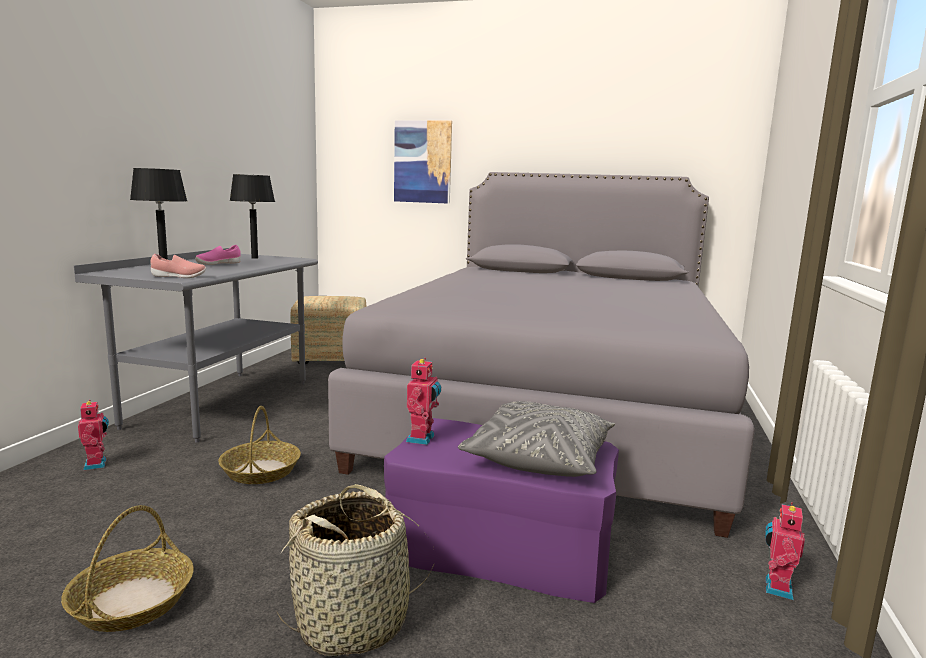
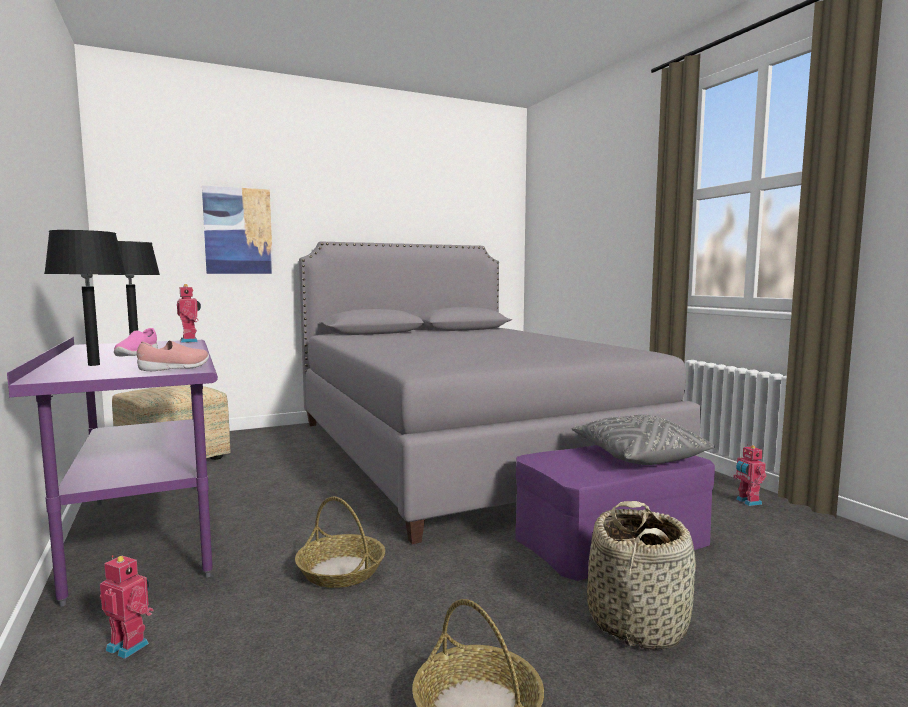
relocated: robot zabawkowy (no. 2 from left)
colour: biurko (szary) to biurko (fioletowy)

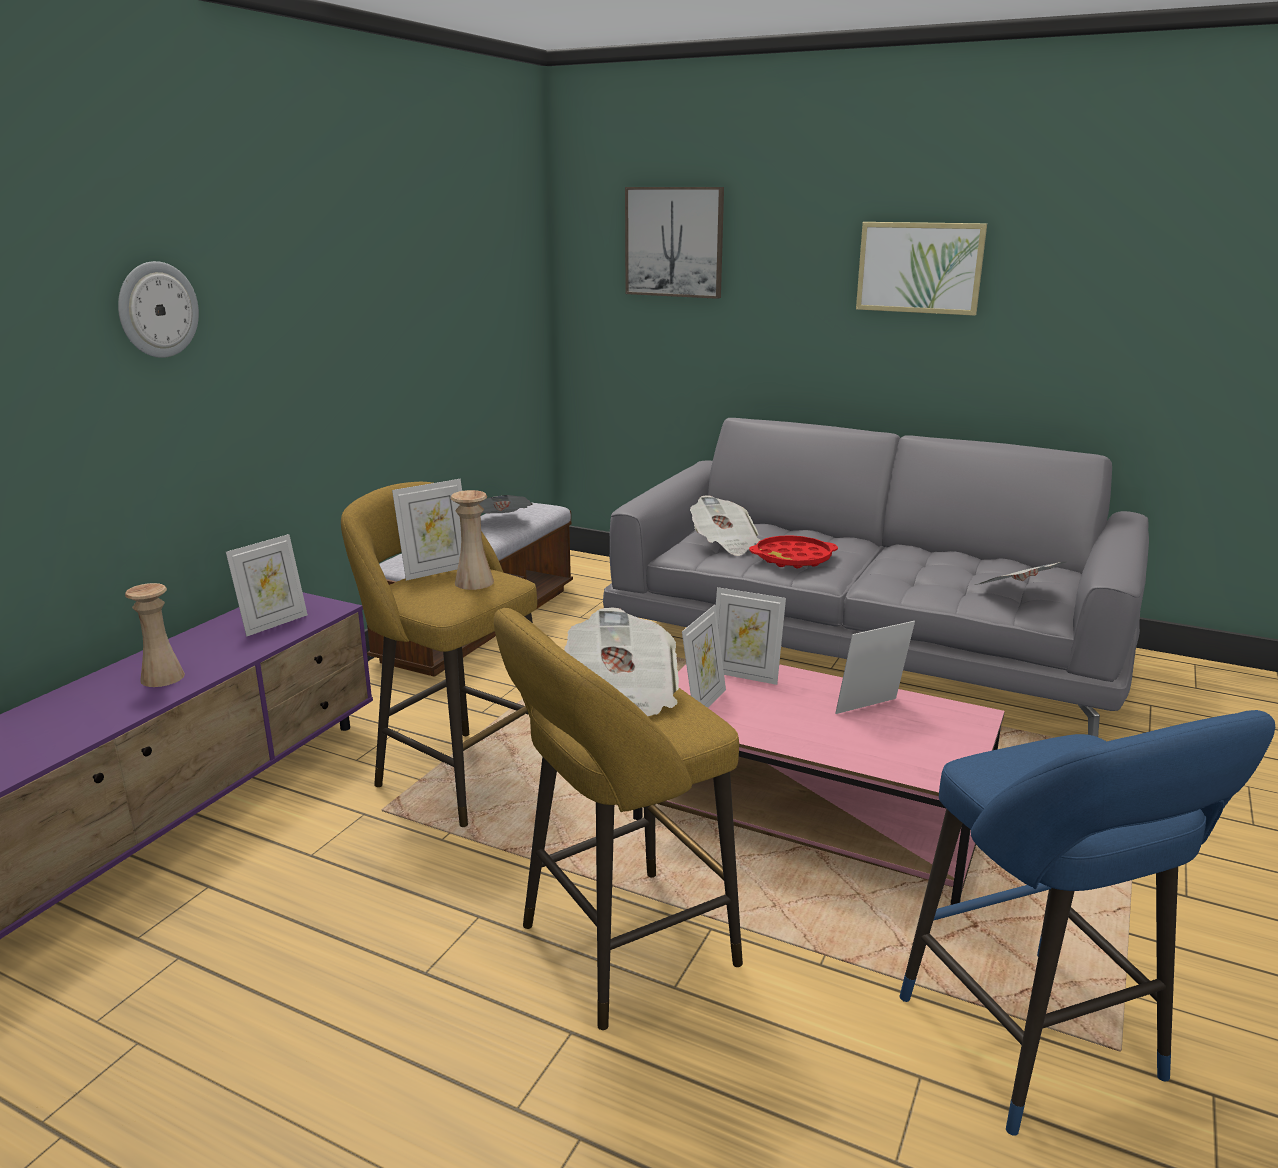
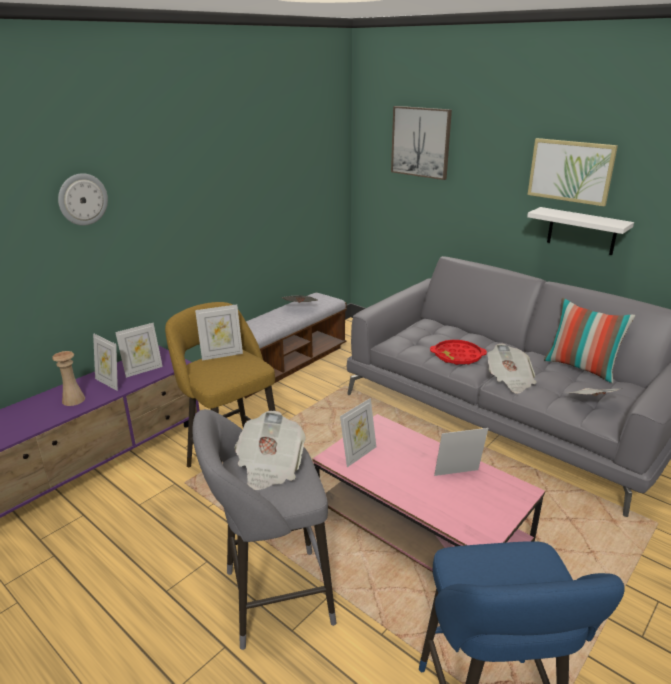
missing: wazon (beżowy) (no. 2 from left)
appeared: półka (biały); poduszka
relocated: ramka na zdjęcie (no. 4 from left in the first image) to ramka na zdjęcie (no. 1 from left); gazeta (no. 3 from left)
colour: stołek (żółty) (no. 2 from left) to stołek (szary)

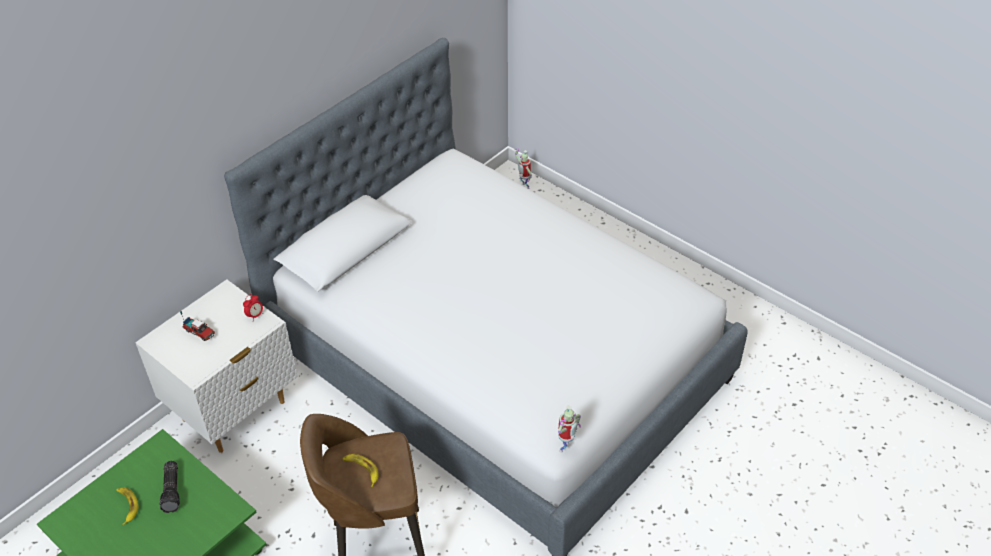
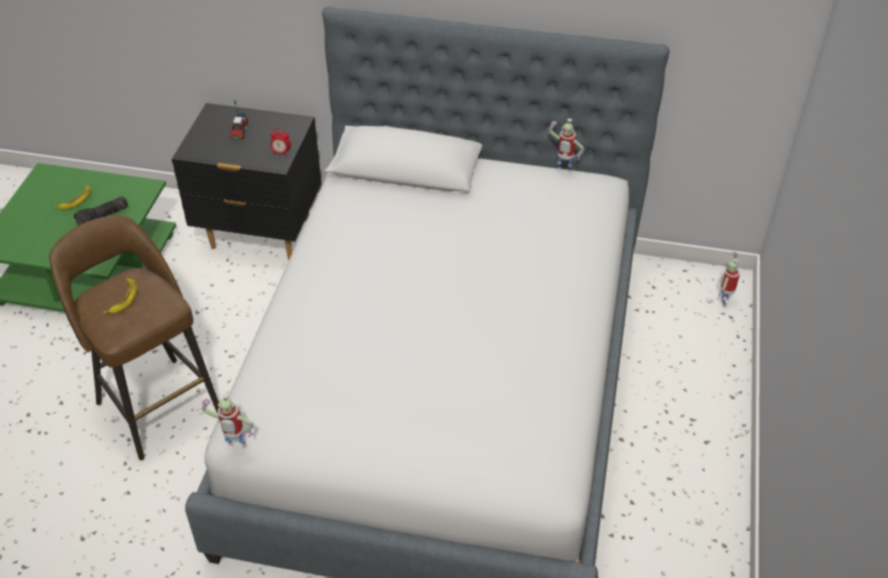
appeared: robot zabawkowy (no. 2 from left)
colour: szafka nocna (biały) to szafka nocna (czarny)

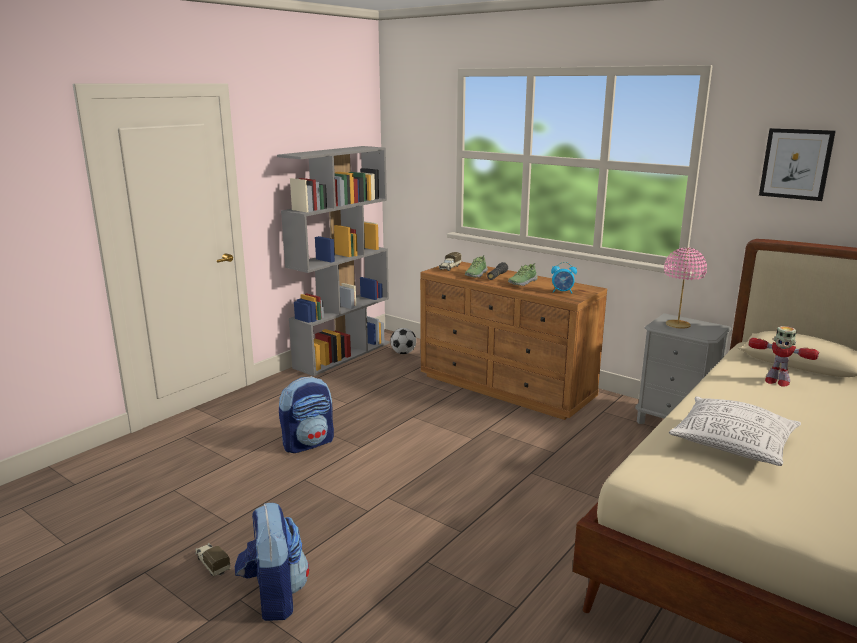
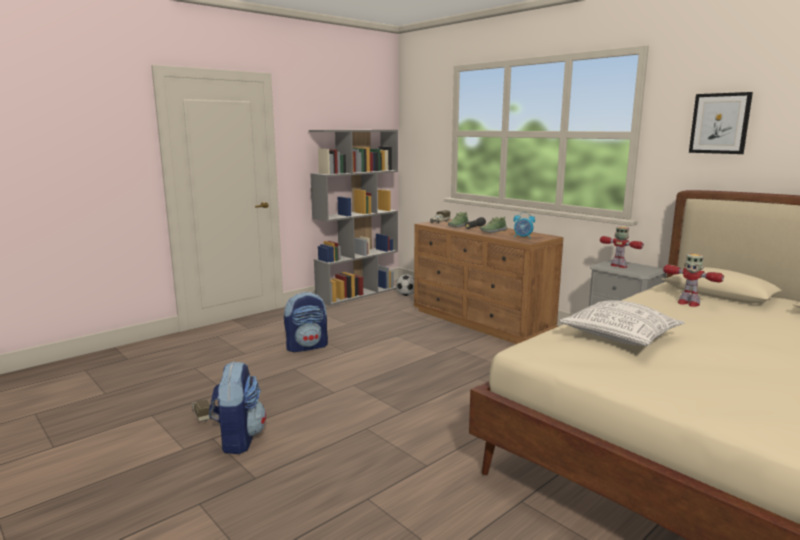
exchanged: lampa stołowa (różowy) to robot zabawkowy (no. 1 from left)

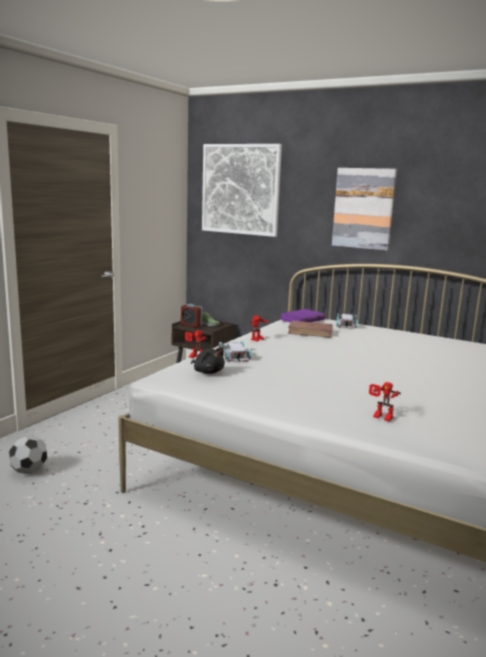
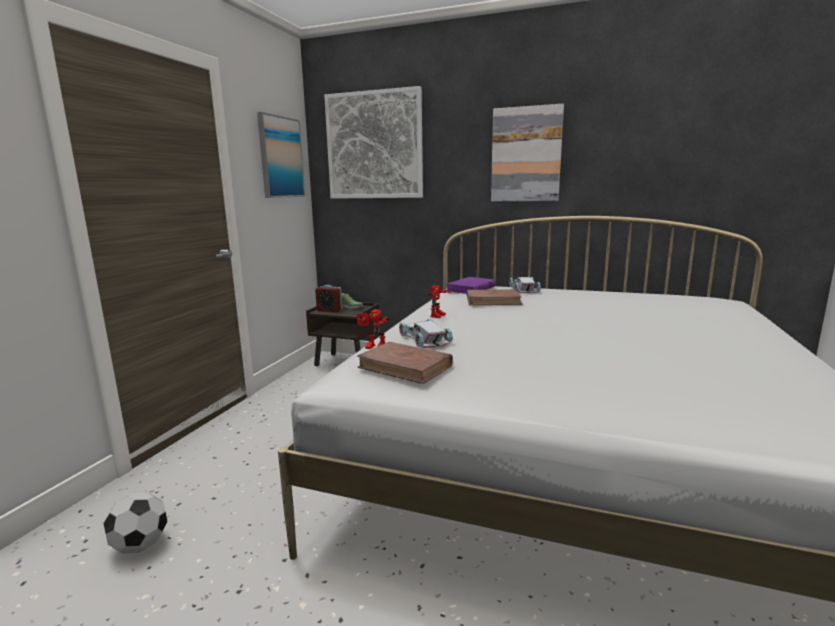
missing: robot zabawkowy (no. 3 from left)
appeared: obraz (no. 1 from left)
exchanged: pluszak (czarny) to książka (brązowy) (no. 1 from left)

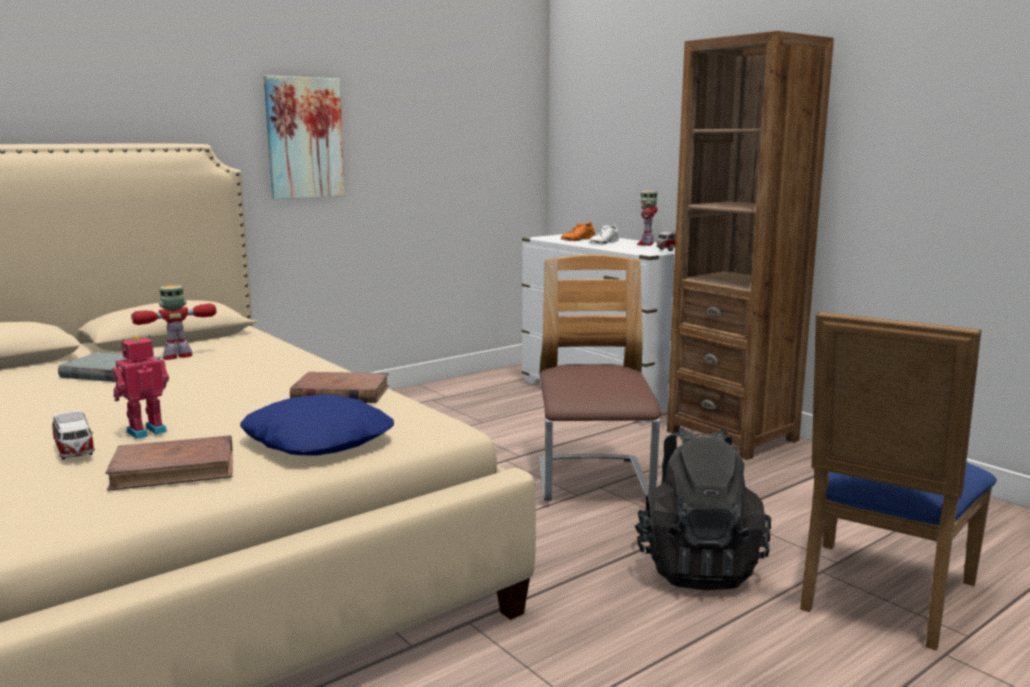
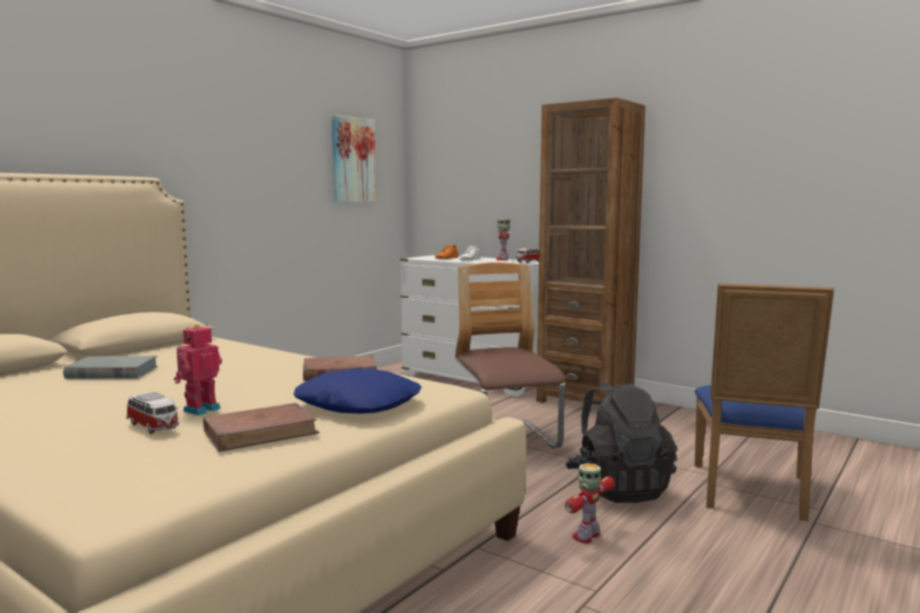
relocated: obraz; robot zabawkowy (no. 2 from left in the first image) to robot zabawkowy (no. 3 from left)

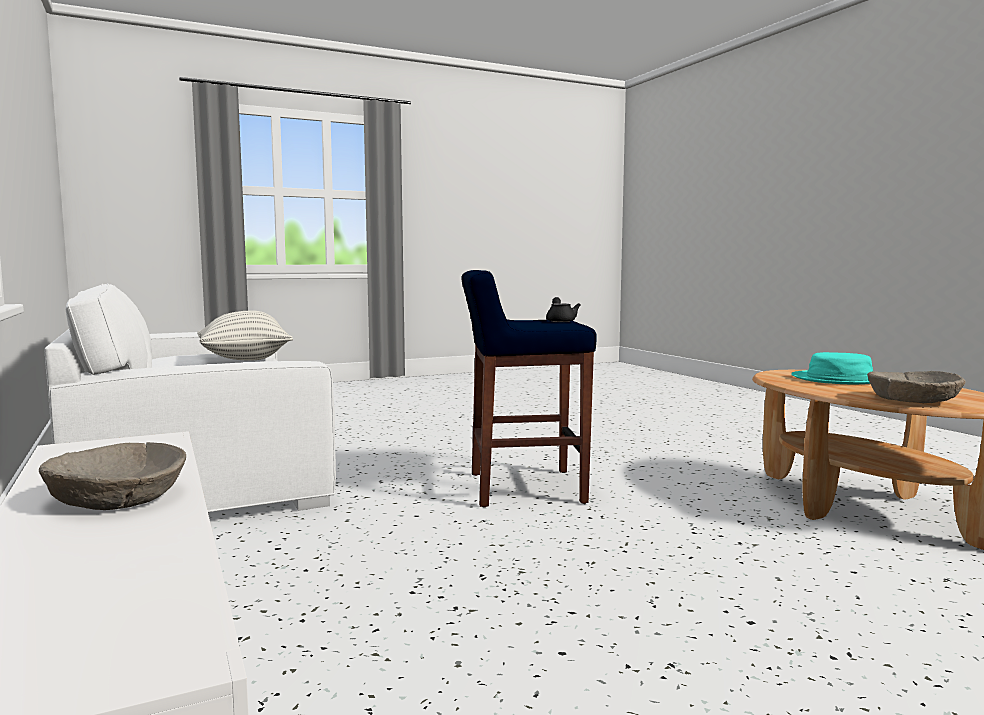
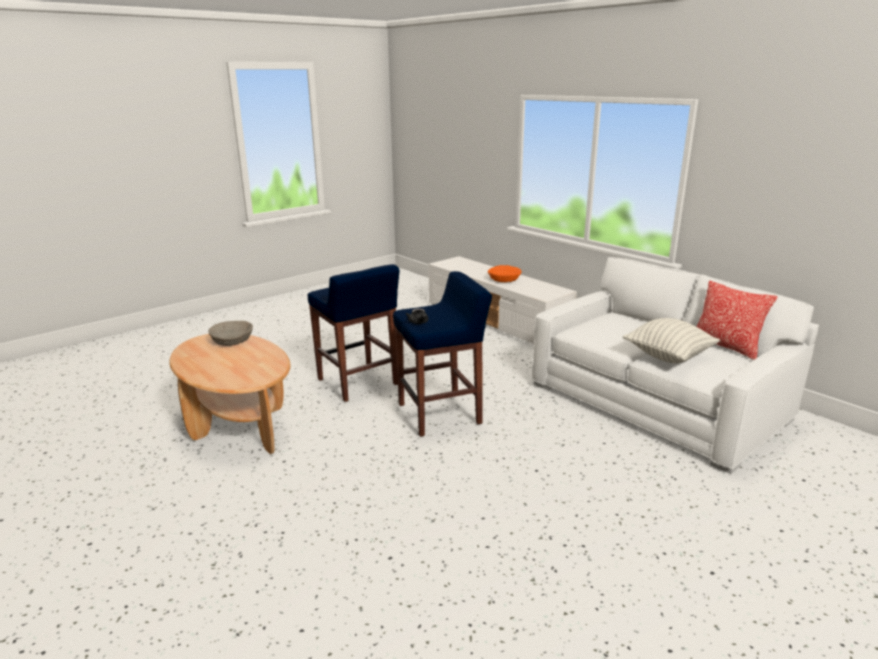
missing: kapelusz (turkusowy)
appeared: stołek (niebieski) (no. 1 from left); poduszka (no. 2 from left)
colour: miska (beżowy) (no. 1 from left) to miska (pomarańczowy)

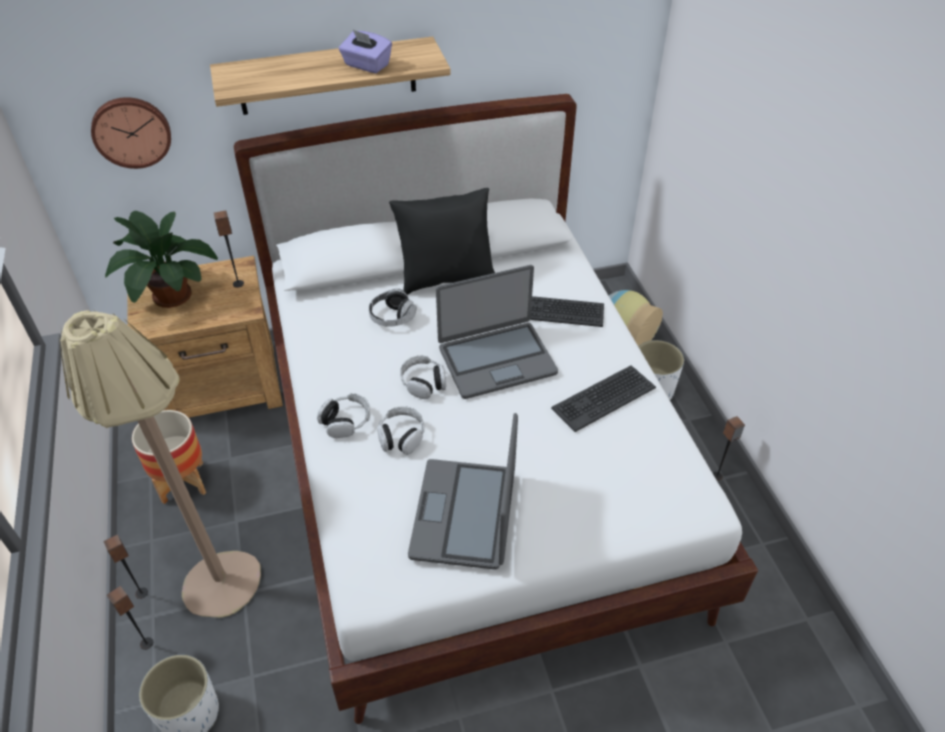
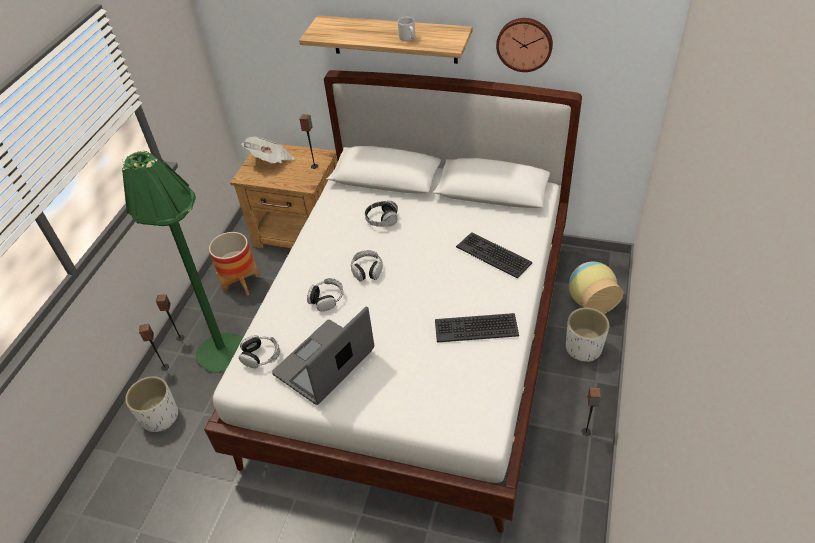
missing: poduszka (czarny); laptop (no. 2 from left)
relocated: słuchawki (no. 1 from left); zegar ścienny
exchanged: roślina doniczkowa to gazeta; pudełko chusteczek (fioletowy) to kubek (szary)
colour: lampa stojąca (beżowy) to lampa stojąca (zielony)

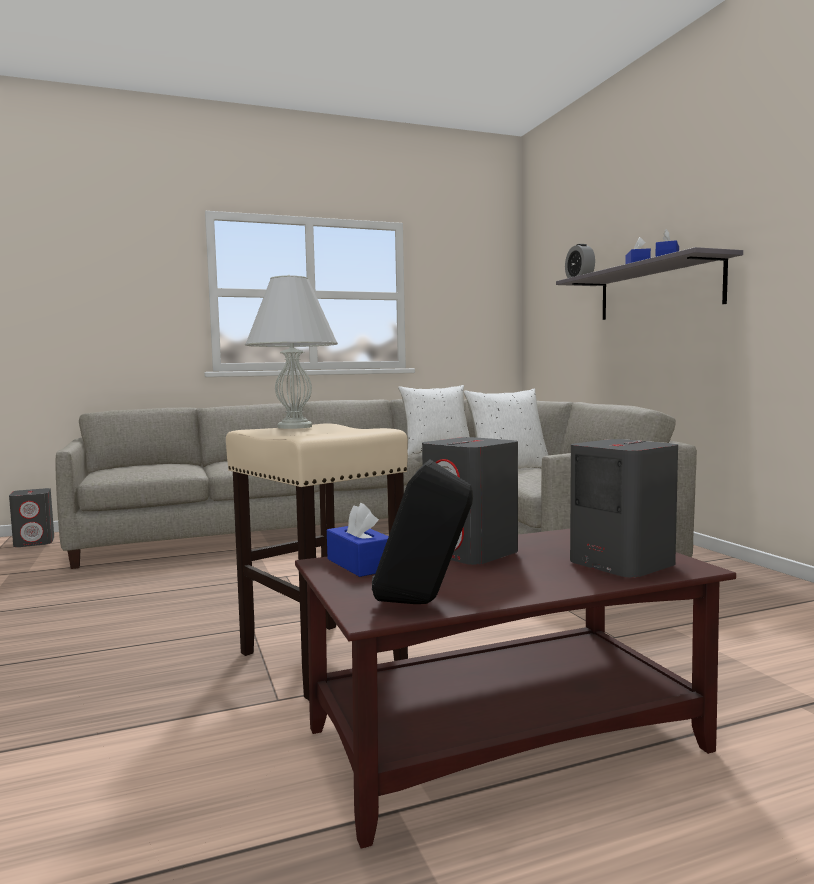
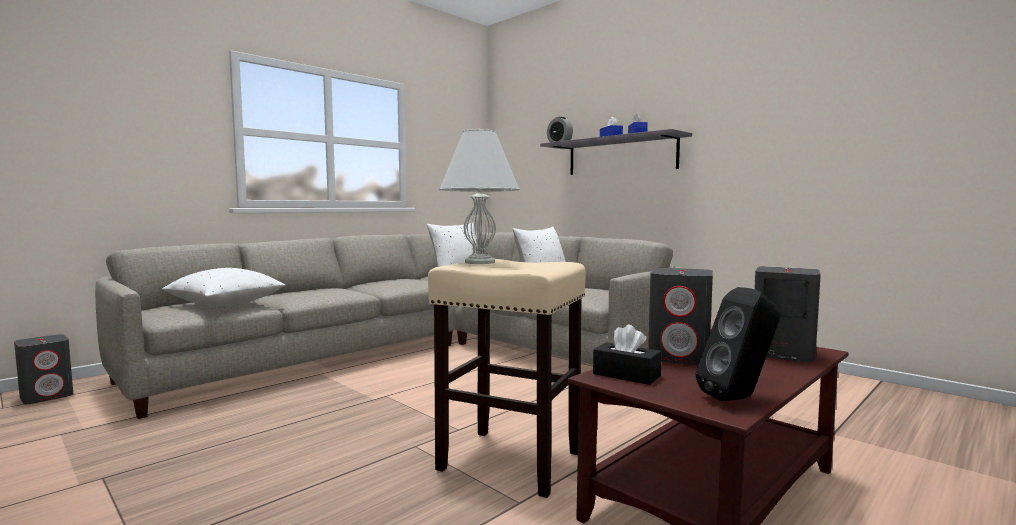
appeared: poduszka (biały) (no. 1 from left)
colour: pudełko chusteczek (niebieski) (no. 1 from left) to pudełko chusteczek (czarny)

